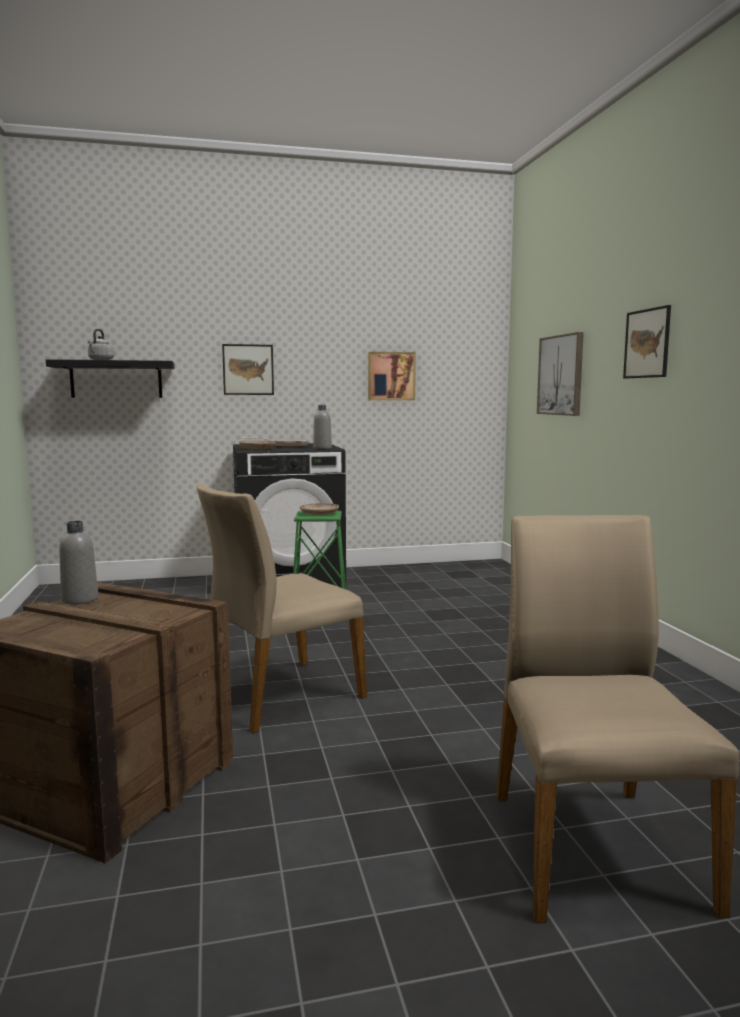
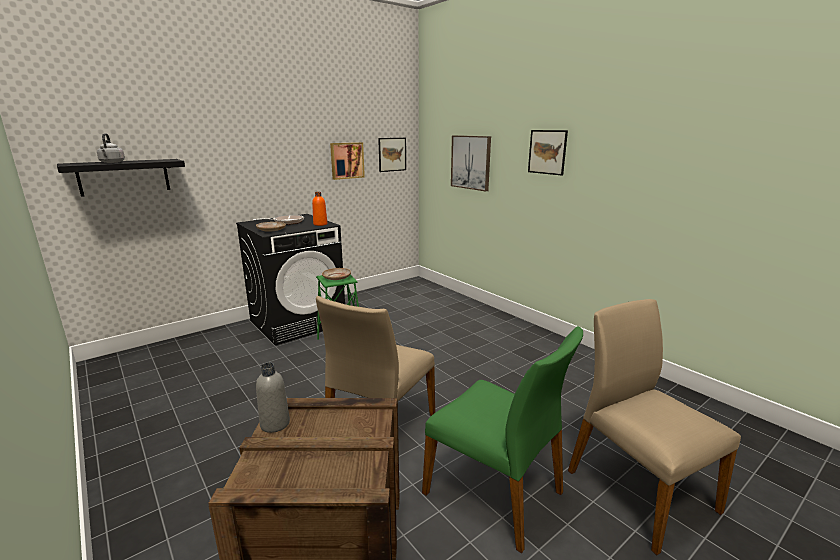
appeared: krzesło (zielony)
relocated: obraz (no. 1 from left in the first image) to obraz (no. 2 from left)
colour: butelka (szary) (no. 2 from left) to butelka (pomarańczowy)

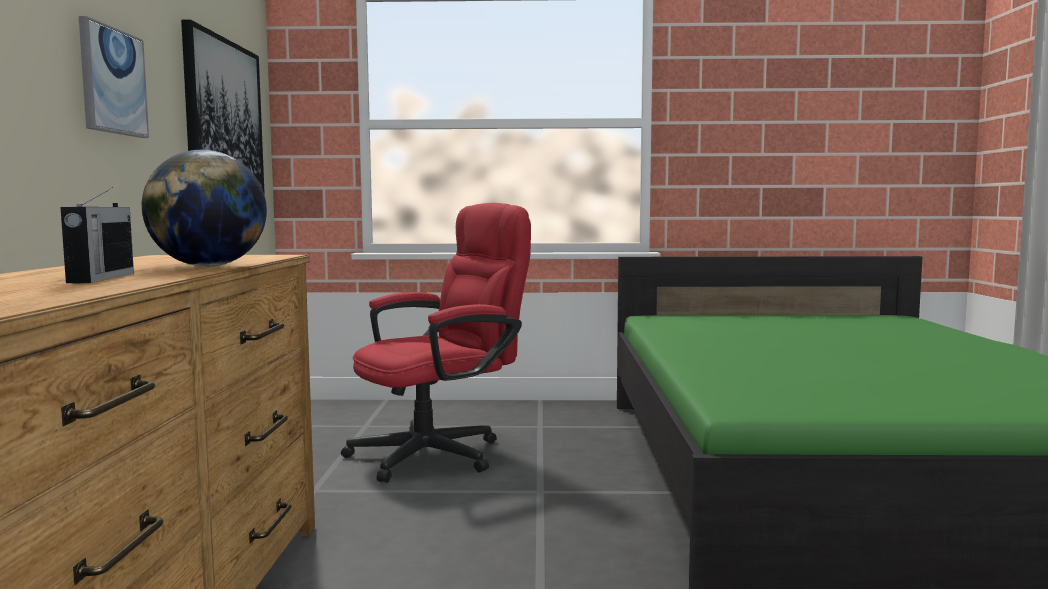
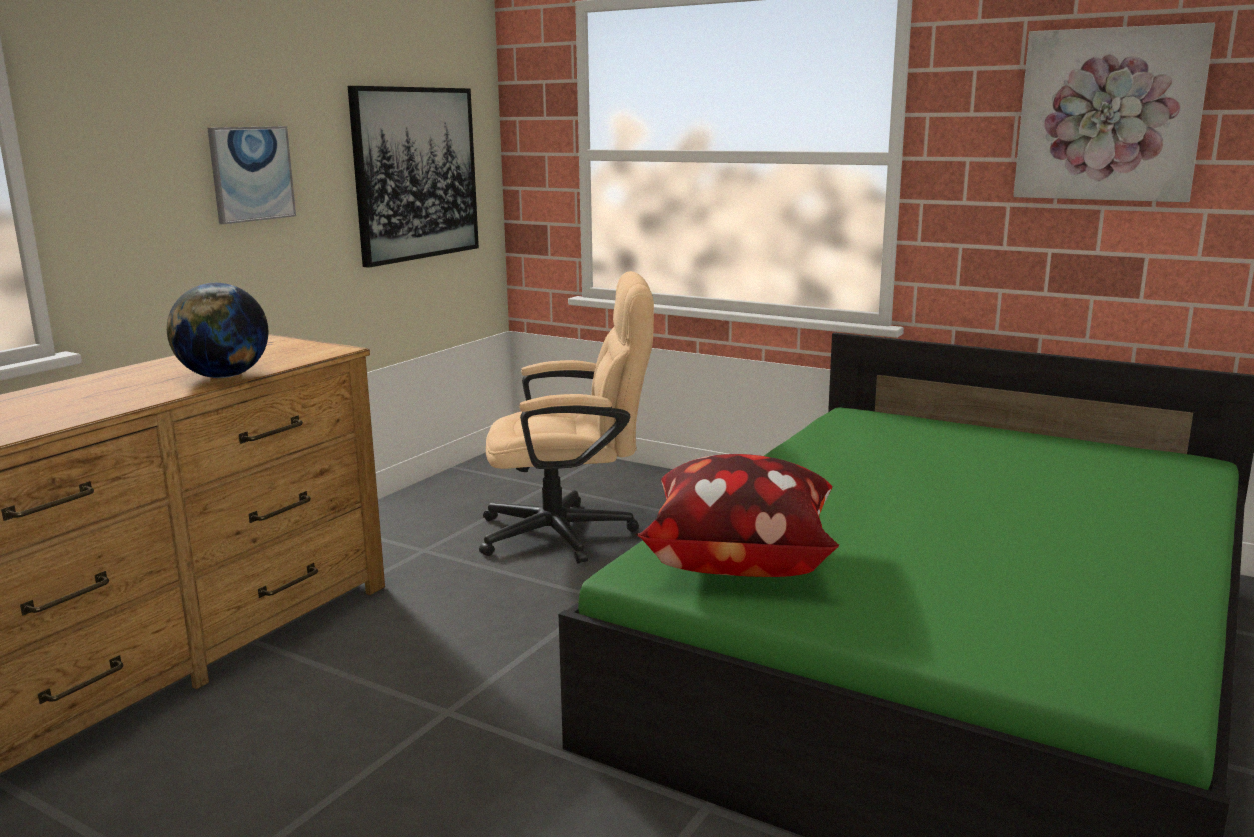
missing: radio
appeared: poduszka; obraz (no. 3 from left)
colour: krzesło biurowe (czerwony) to krzesło biurowe (beżowy)

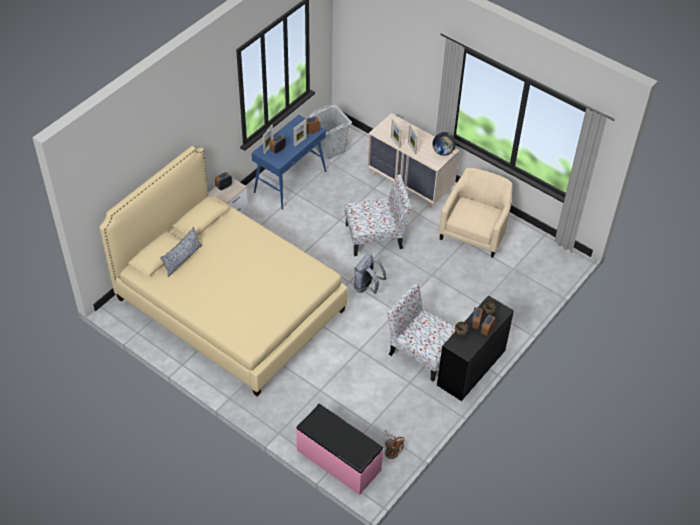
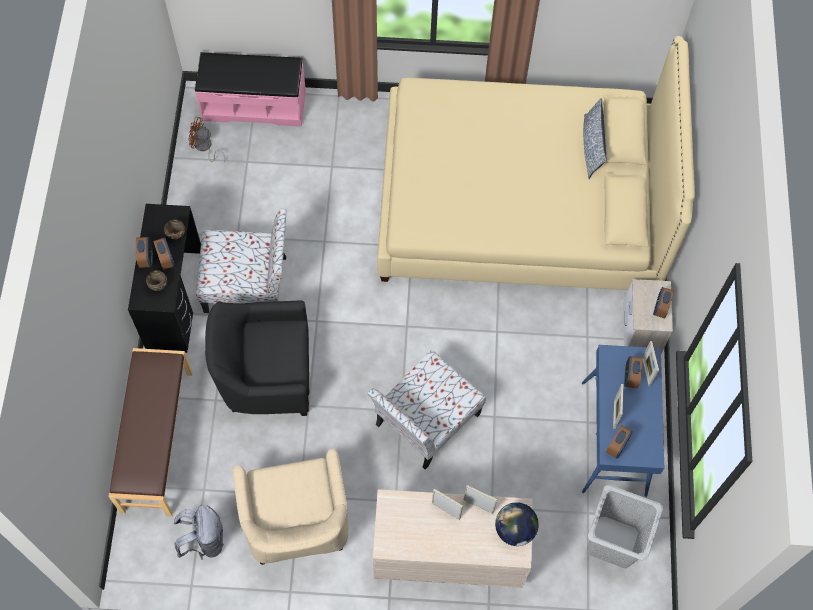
appeared: ławka (brązowy); fotel (czarny)
relocated: plecak (szary); globus

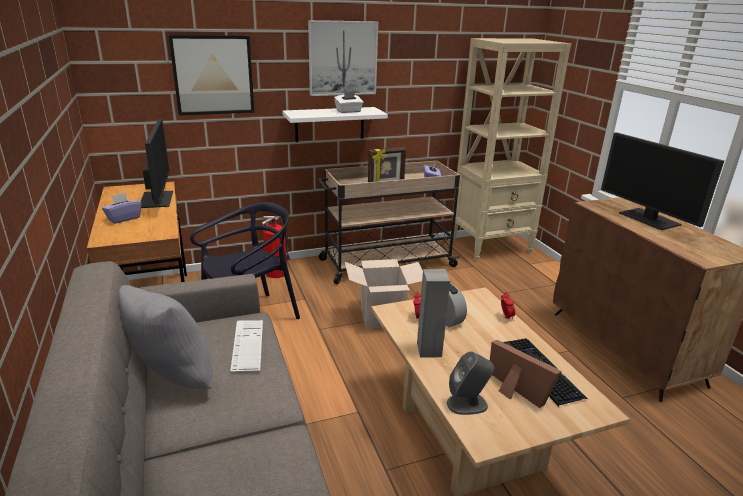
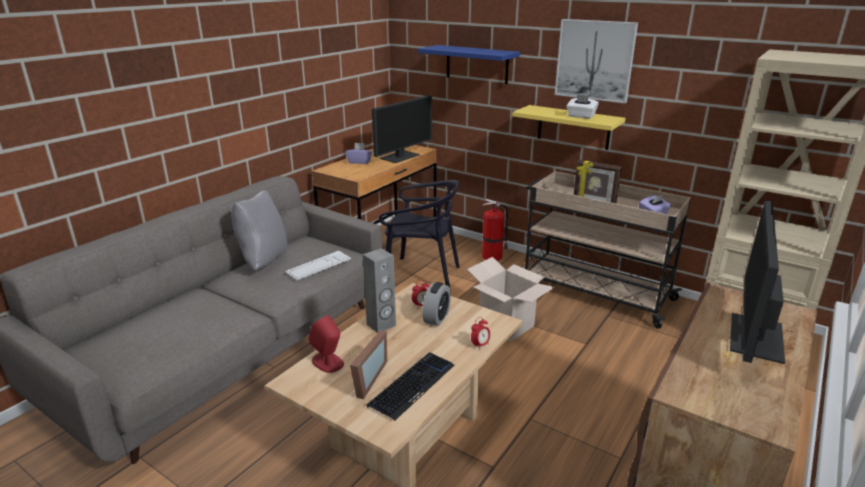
exchanged: obraz (no. 1 from left) to półka (niebieski)
colour: głośnik (szary) (no. 2 from left) to głośnik (czerwony); półka (biały) to półka (żółty)

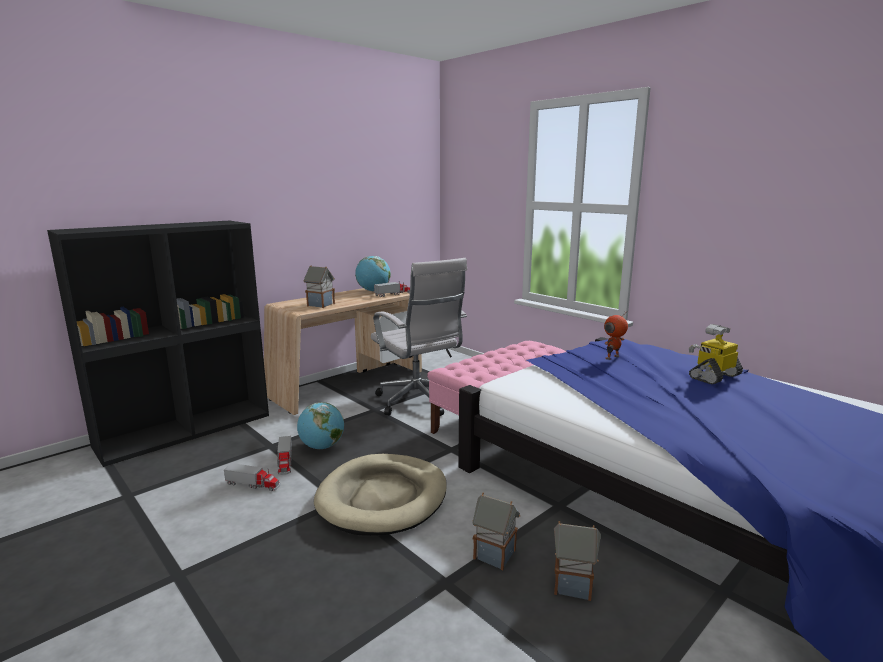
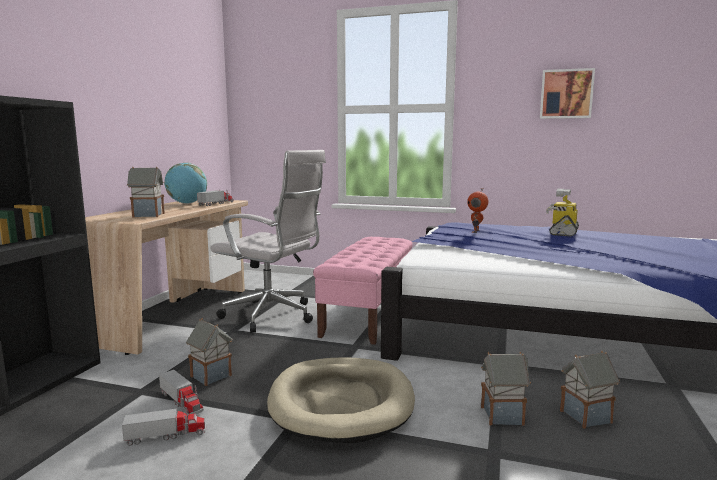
appeared: obraz
exchanged: globus (no. 1 from left) to domek (no. 2 from left)

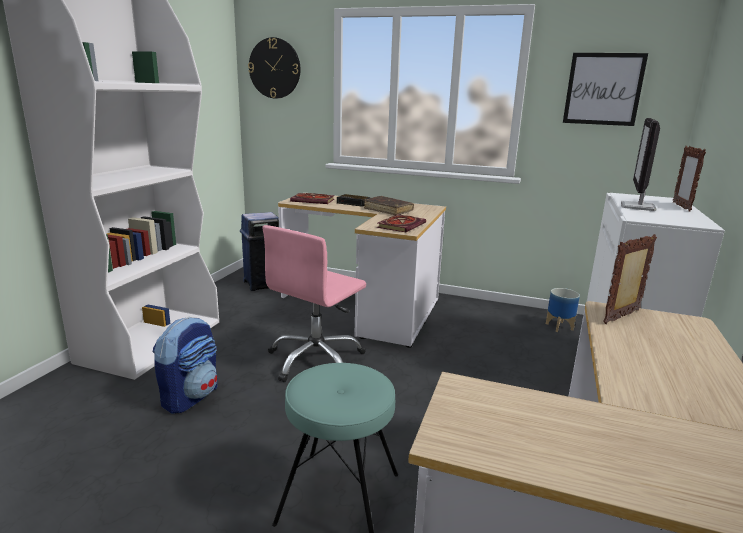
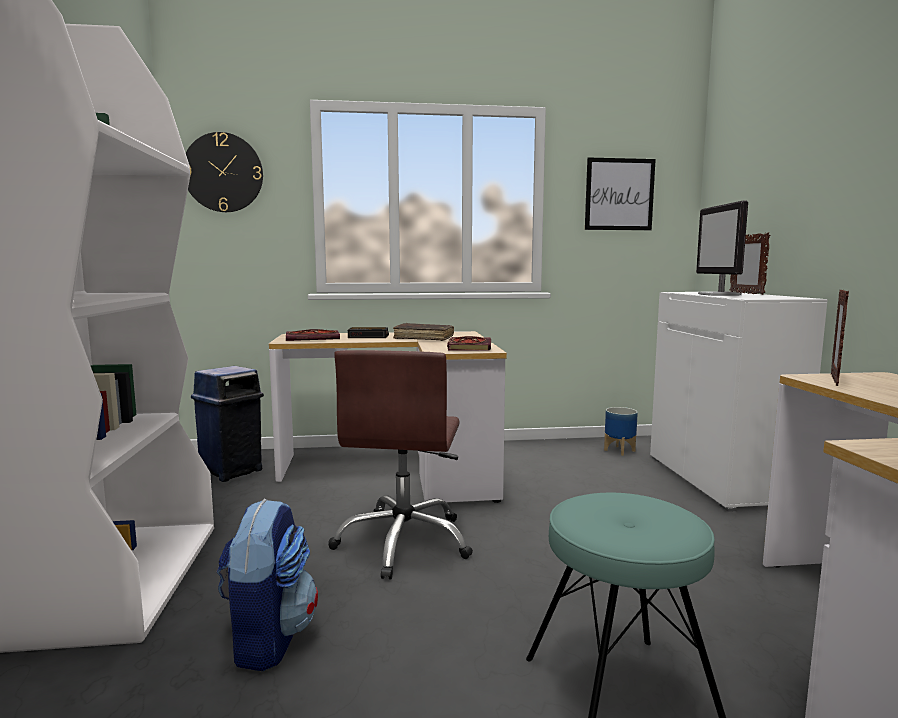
colour: krzesło biurowe (różowy) to krzesło biurowe (brązowy)

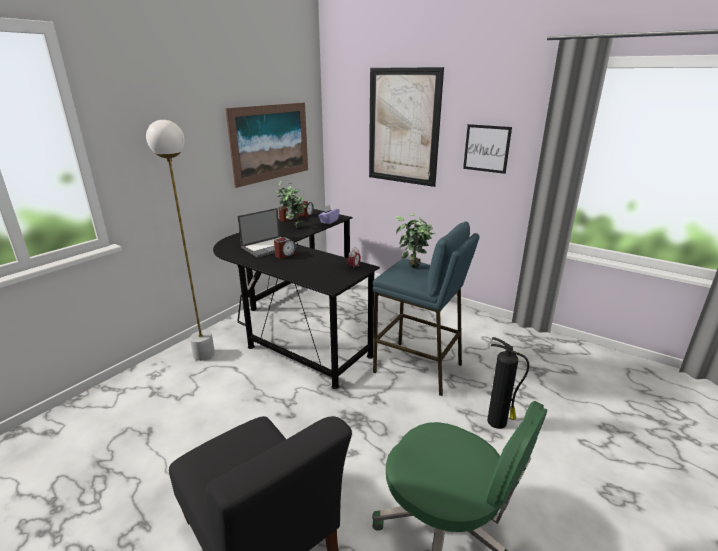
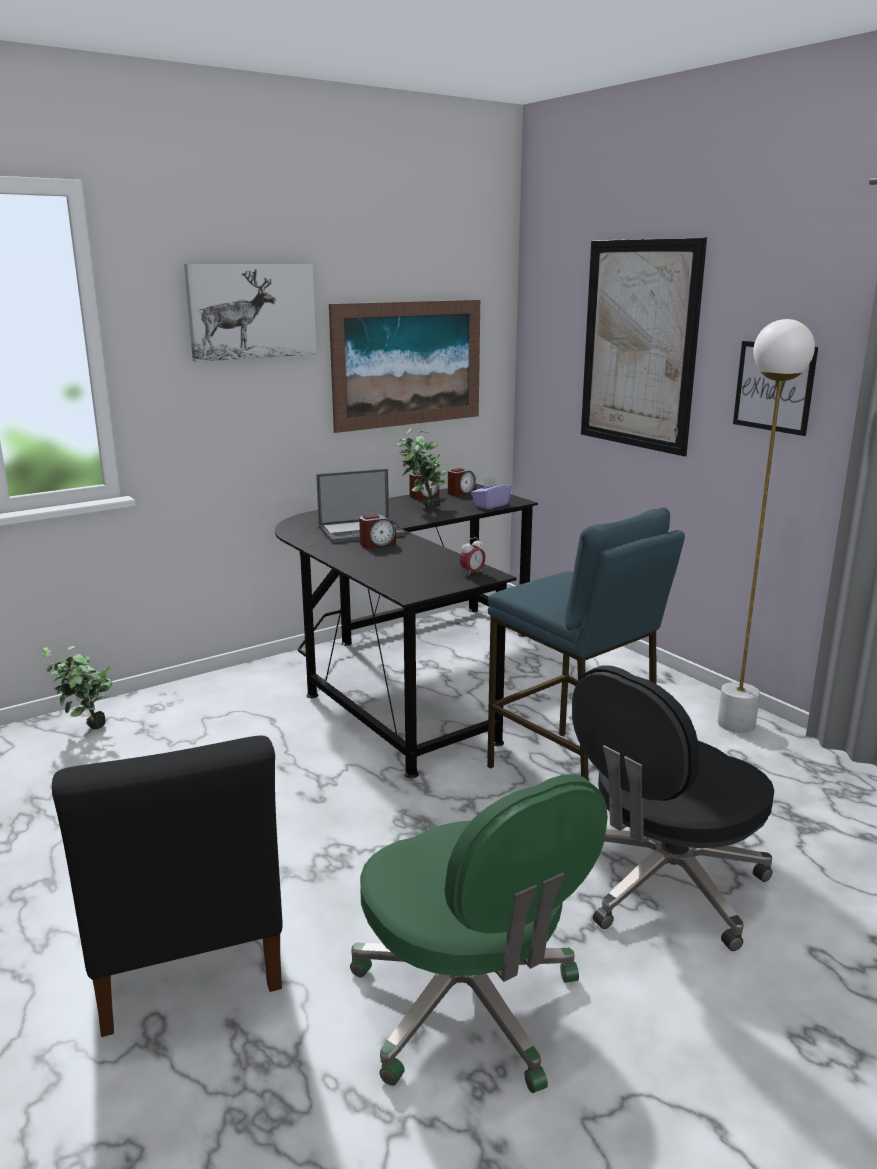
appeared: obraz (no. 1 from left)
relocated: roślina doniczkowa (no. 2 from left in the first image) to roślina doniczkowa (no. 1 from left); lampa stojąca (biały)
exchanged: gaśnica to krzesło biurowe (czarny)

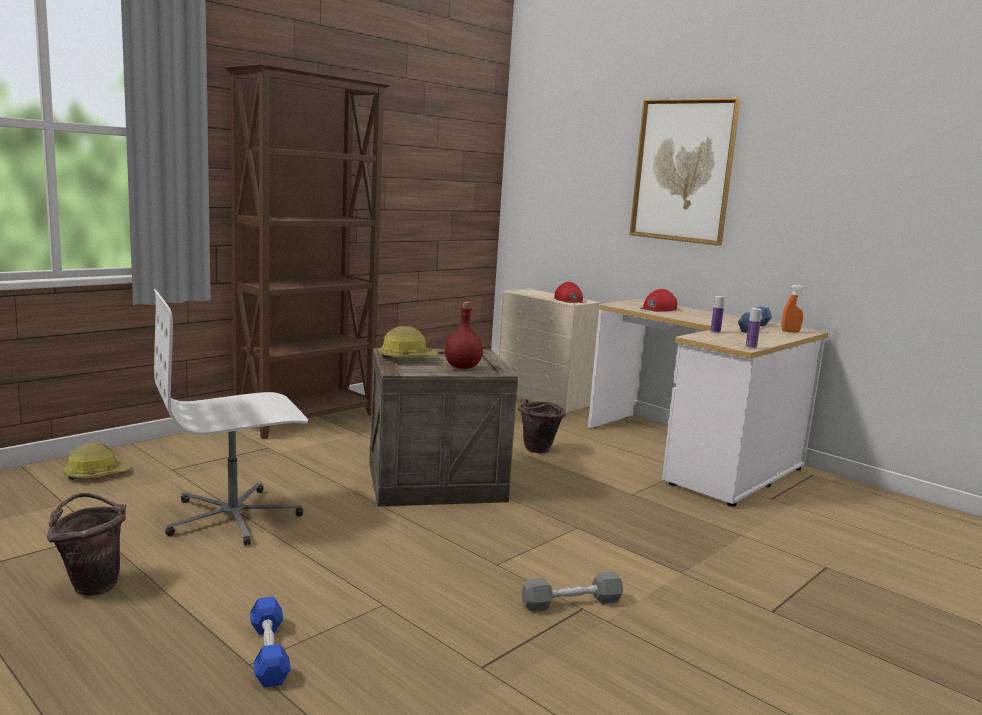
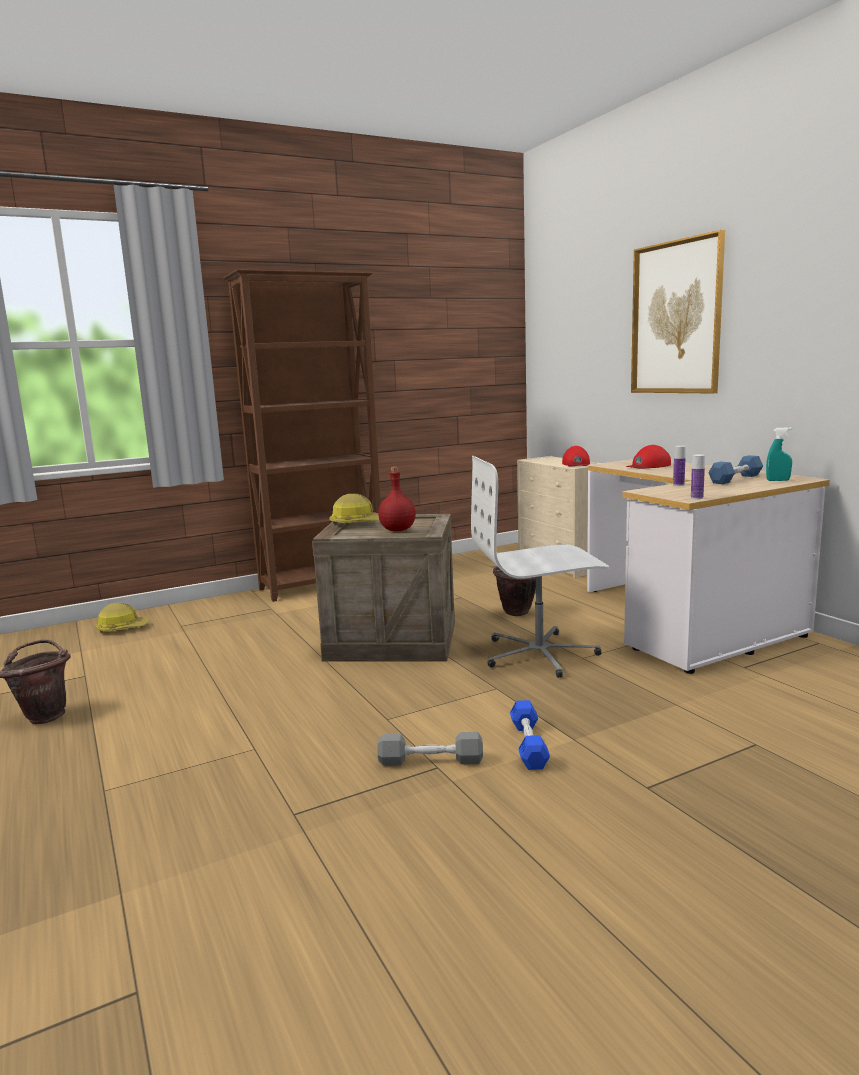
relocated: krzesło biurowe (biały); hantel (niebieski) (no. 1 from left)
colour: spryskiwacz (pomarańczowy) to spryskiwacz (turkusowy)

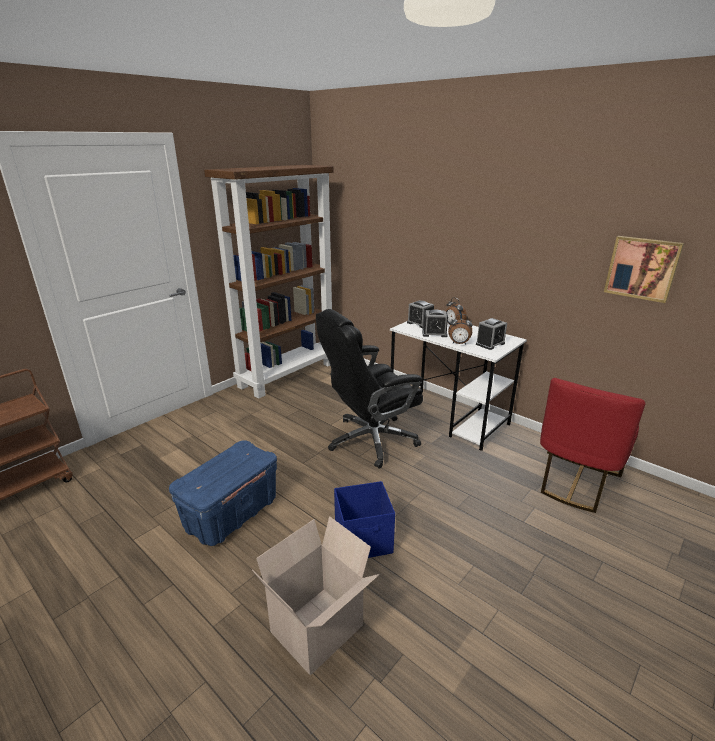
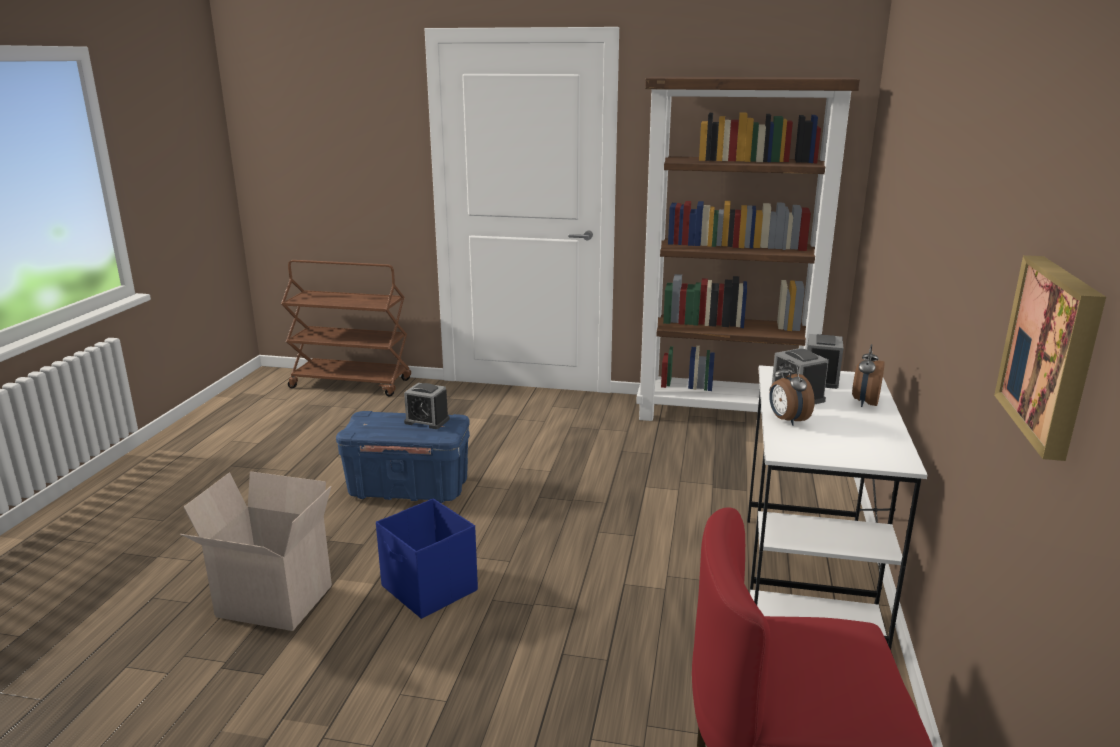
missing: krzesło biurowe (czarny)
relocated: budzik (no. 5 from left in the first image) to budzik (no. 1 from left)

